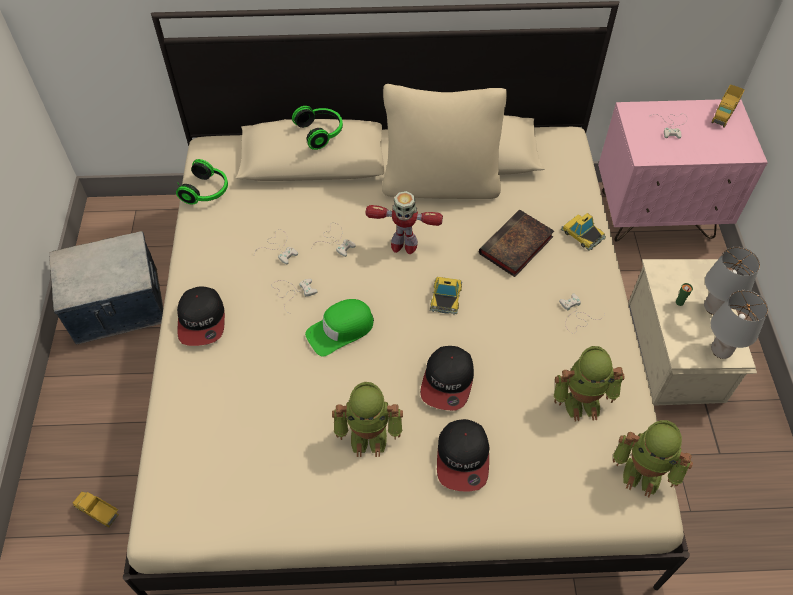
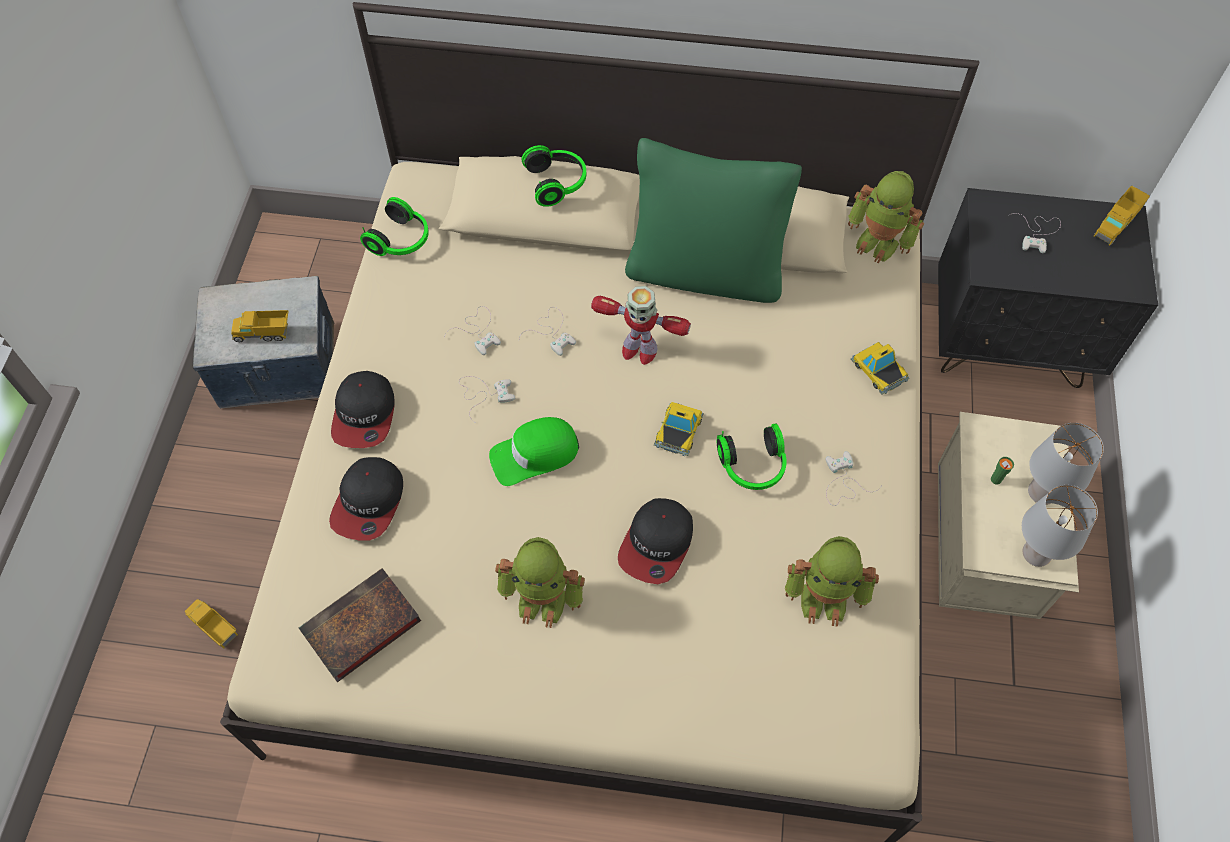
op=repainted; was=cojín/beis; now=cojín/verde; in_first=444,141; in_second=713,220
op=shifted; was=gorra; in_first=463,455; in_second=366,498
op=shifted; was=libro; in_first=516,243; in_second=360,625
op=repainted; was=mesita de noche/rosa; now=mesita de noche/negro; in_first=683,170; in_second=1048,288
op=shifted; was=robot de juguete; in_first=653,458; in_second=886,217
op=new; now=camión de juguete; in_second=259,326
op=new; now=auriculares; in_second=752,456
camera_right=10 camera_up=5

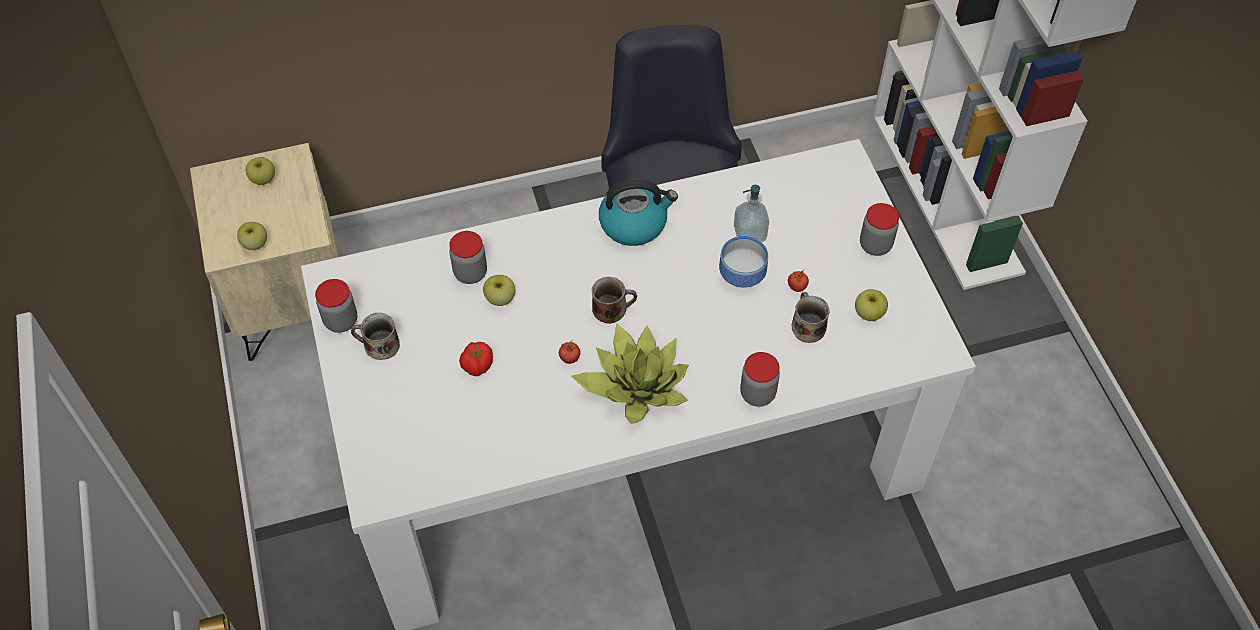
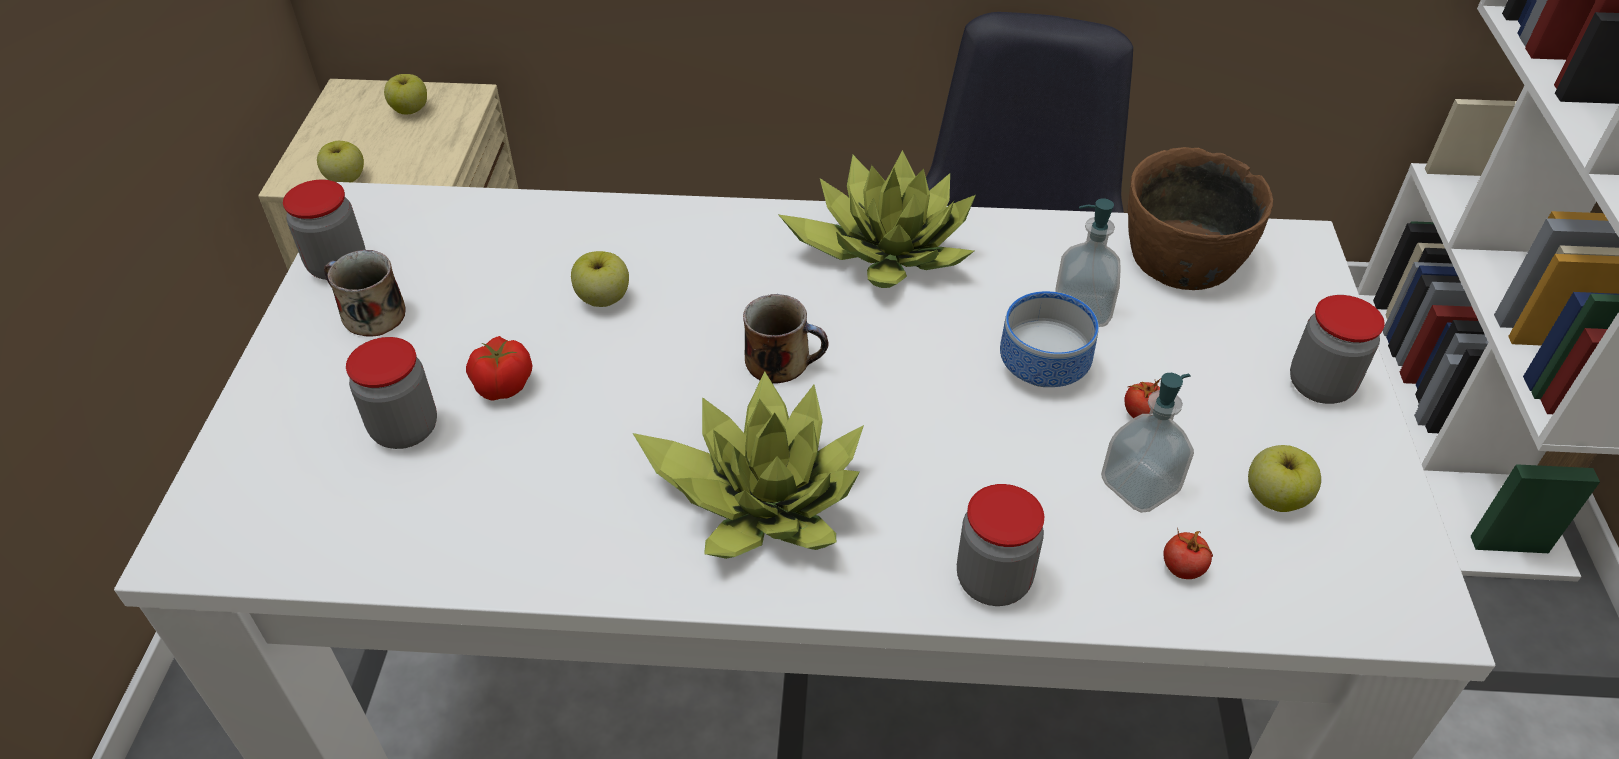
op=shifted; was=tarro; in_first=468,257; in_second=391,393
op=shifted; was=tomate; in_first=569,352; in_second=1188,553
op=swapped; was=hervidor; now=planta en maceta; in_first=638,212; in_second=877,219
op=swapped; was=taza grande; now=dispensador de jabón; in_first=811,317; in_second=1147,443
op=new; now=cuenco/marrón; in_second=1200,218
camera_right=20 camera_up=-10

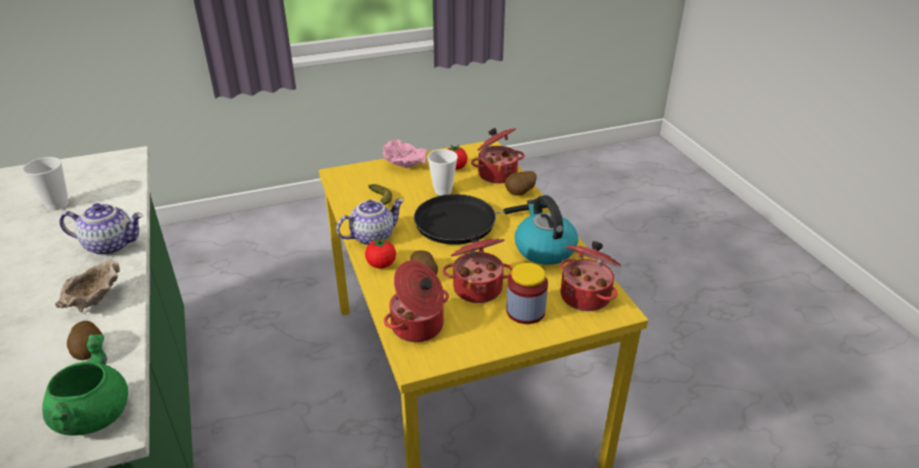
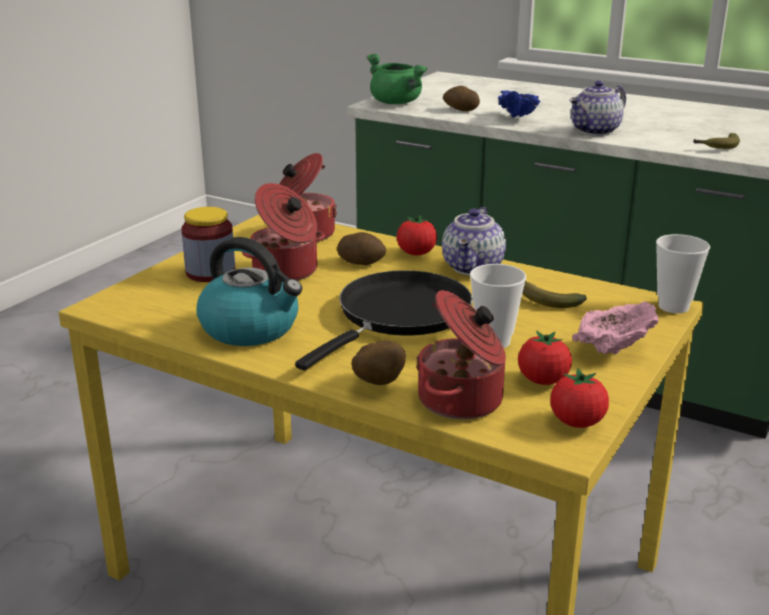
op=shifted; was=taza; in_first=46,184; in_second=683,273
op=repainted; was=cuenco/beis; now=cuenco/azul; in_first=87,285; in_second=519,104
op=gone; was=olla; in_first=590,276
op=new; now=tomate; in_second=579,398
op=new; now=plátano; in_second=716,141
camera_right=140 camera_up=-10

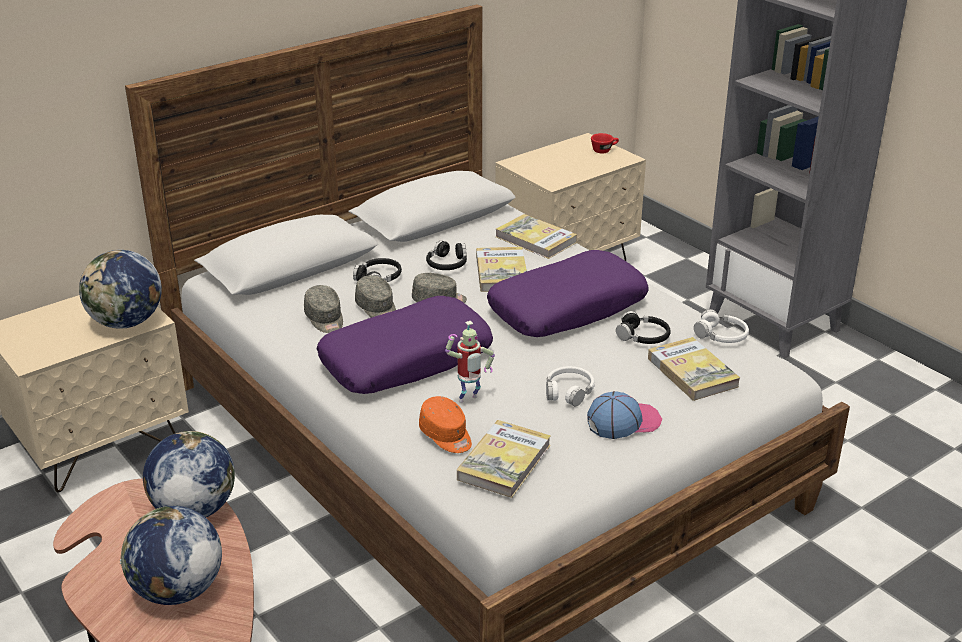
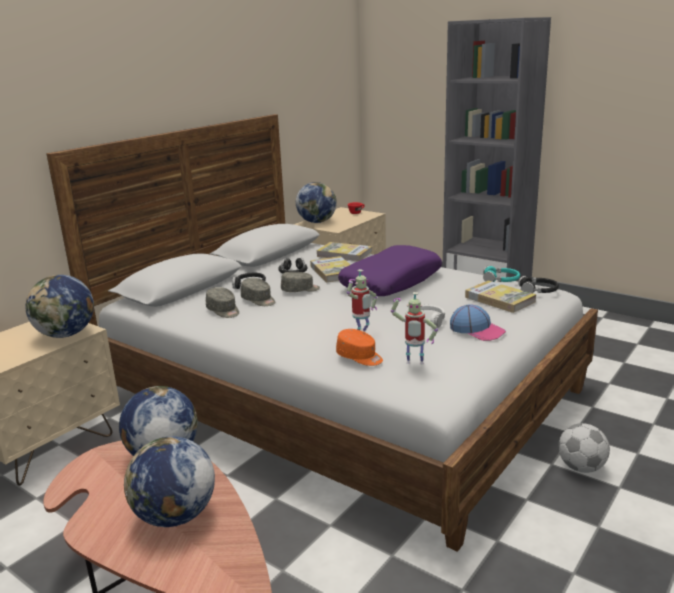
op=gone; was=cojín/morado; in_first=405,345
op=swapped; was=libro; now=robot de juguete; in_first=504,459; in_second=414,328
op=rotated; was=gorra; in_first=624,415; in_second=478,322; clockwise=75
op=shifted; was=auriculares/negro; in_first=643,327; in_second=538,284
op=repainted; was=auriculares/blanco; now=auriculares/turquesa; in_first=721,326; in_second=501,273
op=new; now=globo terráqueo; in_second=316,202
op=new; now=balón de fútbol; in_second=584,448
camera_right=-15 camera_up=-10

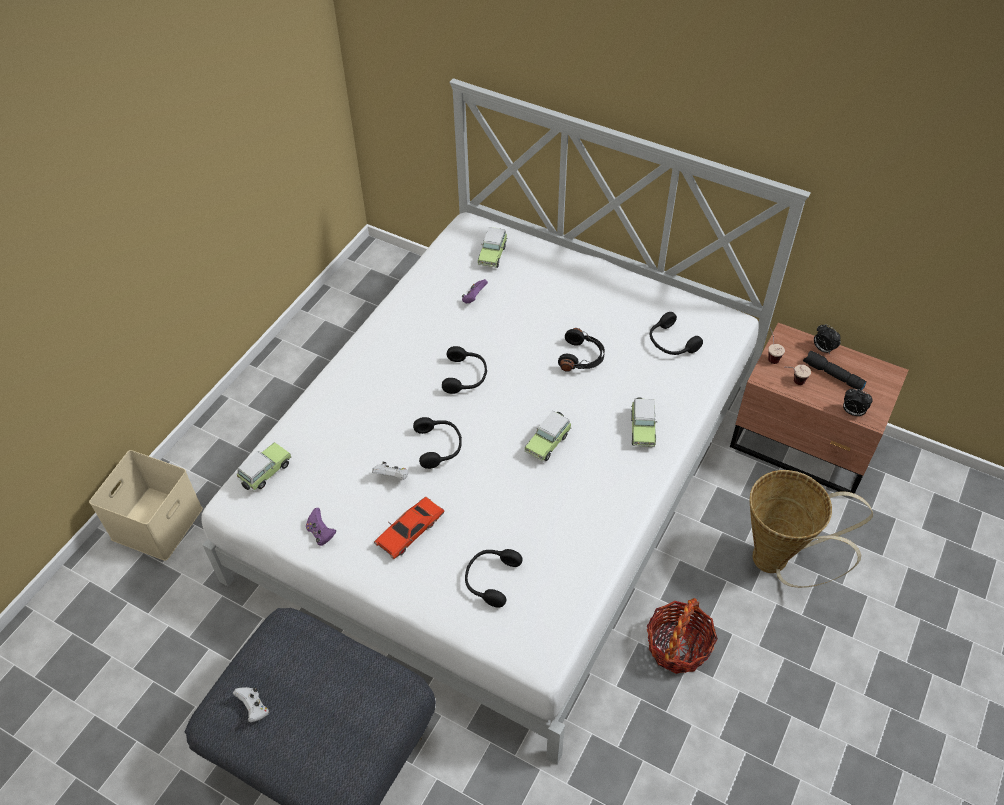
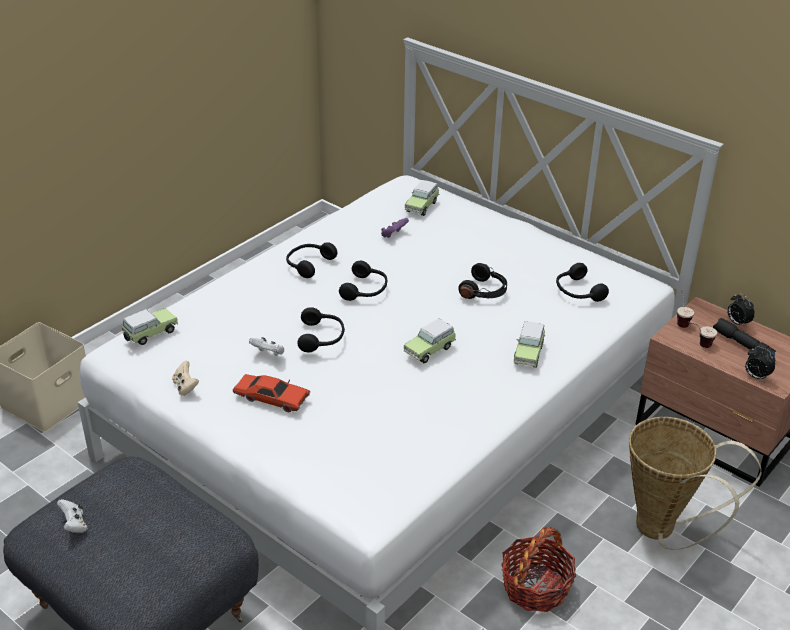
op=repainted; was=mando de consola/morado; now=mando de consola/beis; in_first=321,527; in_second=185,378
op=rotated; was=coche de juguete/rojo; in_first=409,527; in_second=271,393; clockwise=-120
op=shifted; was=auriculares/negro; in_first=493,578; in_second=311,260
camera_right=10 camera_up=-15

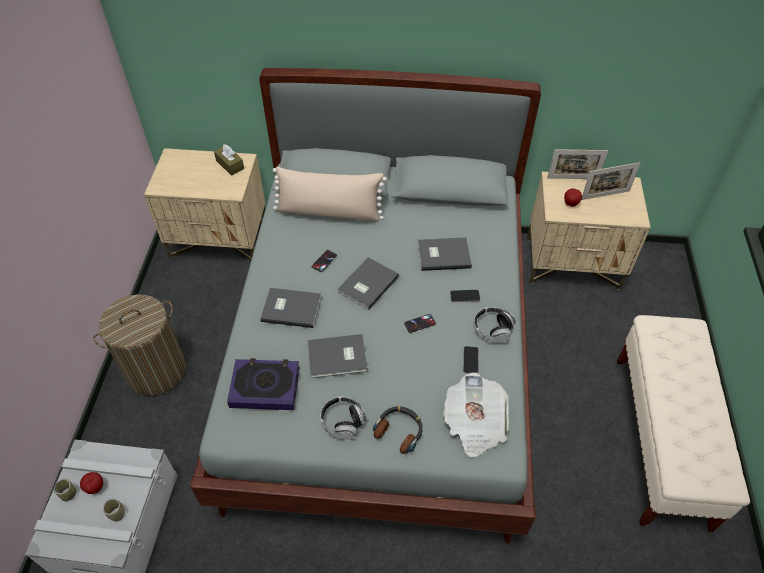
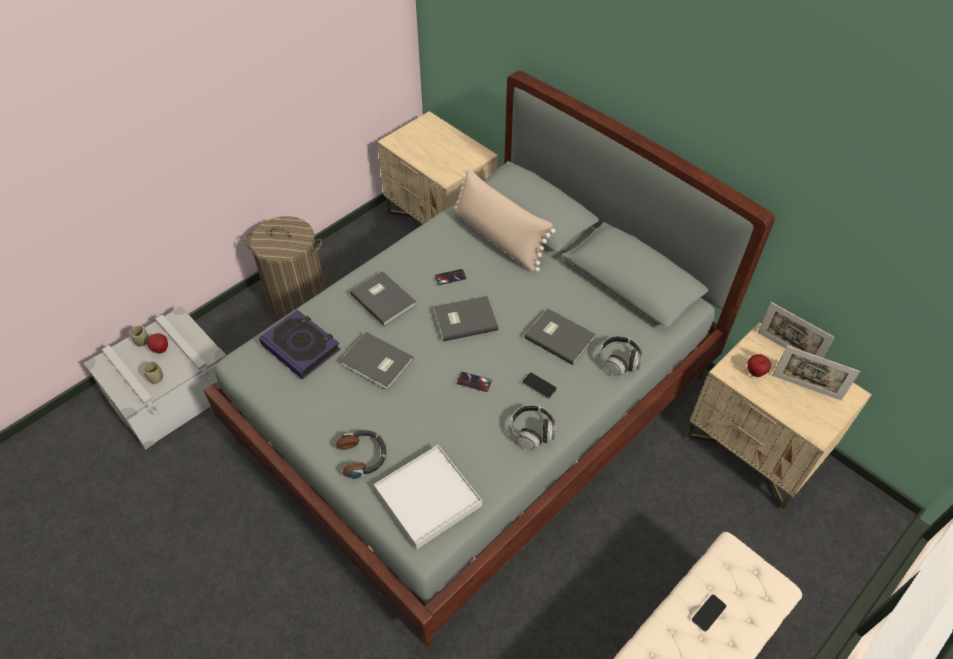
op=gone; was=caja de pañuelos/marrón; in_first=229,160
op=shifted; was=auriculares; in_first=344,418; in_second=621,356
op=swapped; was=periódico; now=bandeja/blanco; in_first=476,415; in_second=428,497
op=shifted; was=móvil; in_first=471,359; in_second=709,613
camera_right=40 camera_up=0

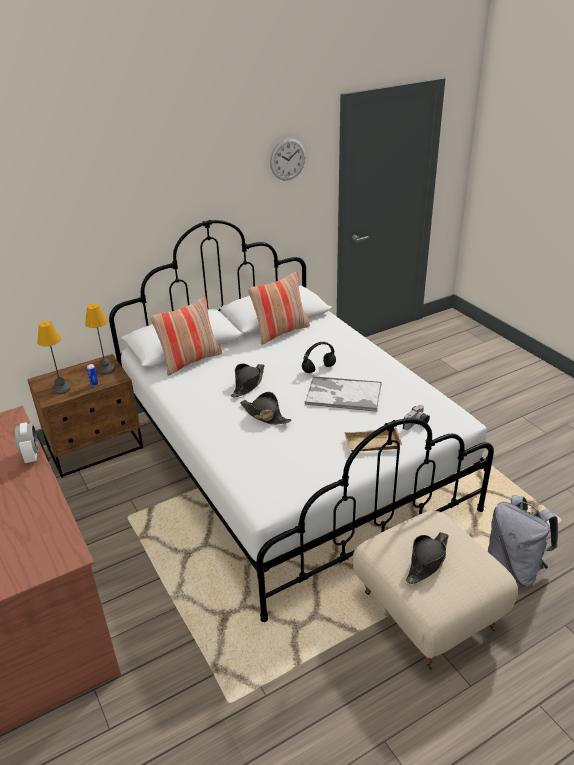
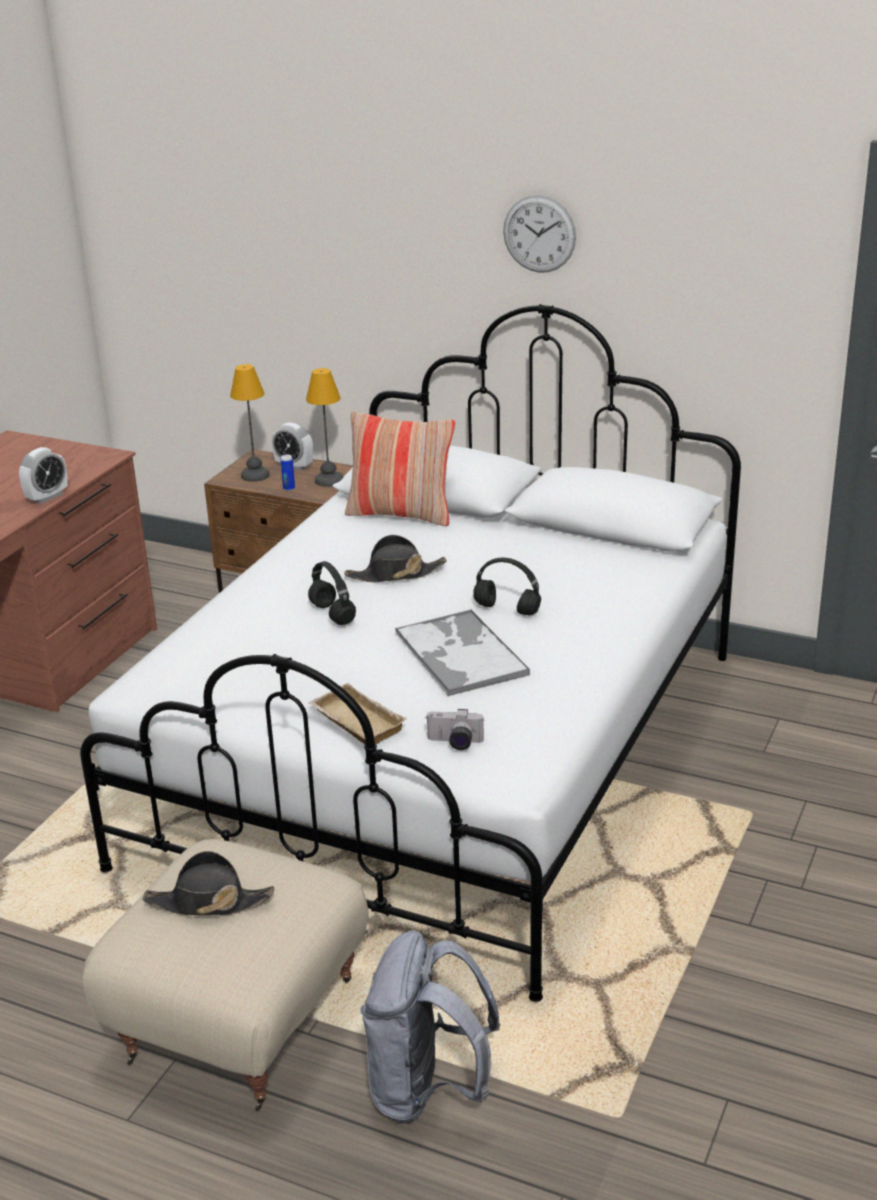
op=swapped; was=sombrero/negro; now=auriculares/negro; in_first=265,408; in_second=332,593
op=gone; was=cojín; in_first=279,308
op=shifted; was=reloj de pared; in_first=288,159; in_second=539,234
op=new; now=despertador; in_second=292,446
camera_right=55 camera_up=-5

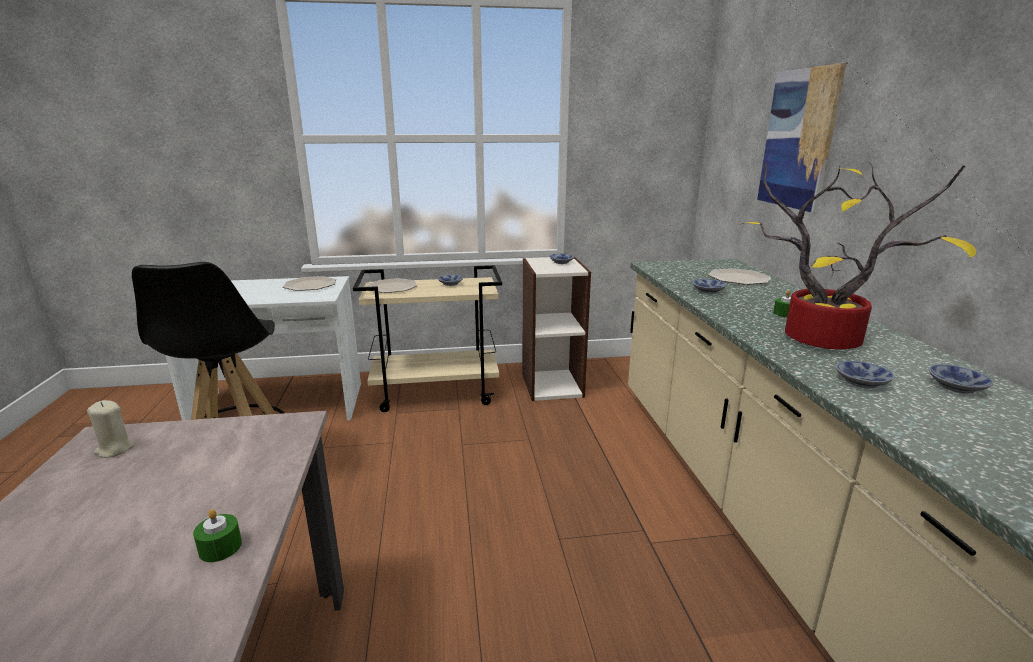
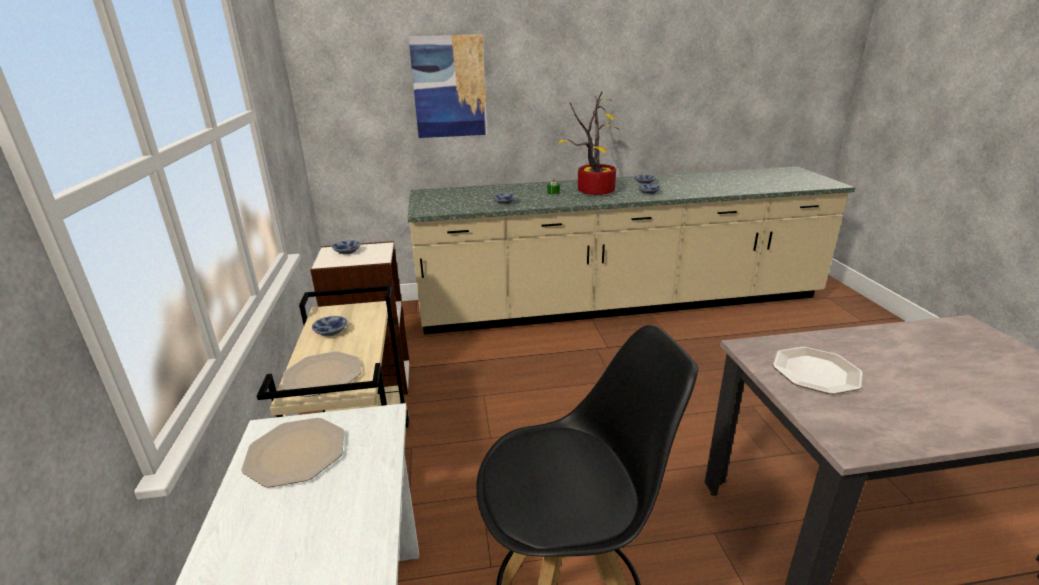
op=gone; was=vela/beis; in_first=111,429
op=gone; was=vela/verde; in_first=217,535
op=shifted; was=plato; in_first=739,276; in_second=817,370
camera_right=-90 camera_up=5

